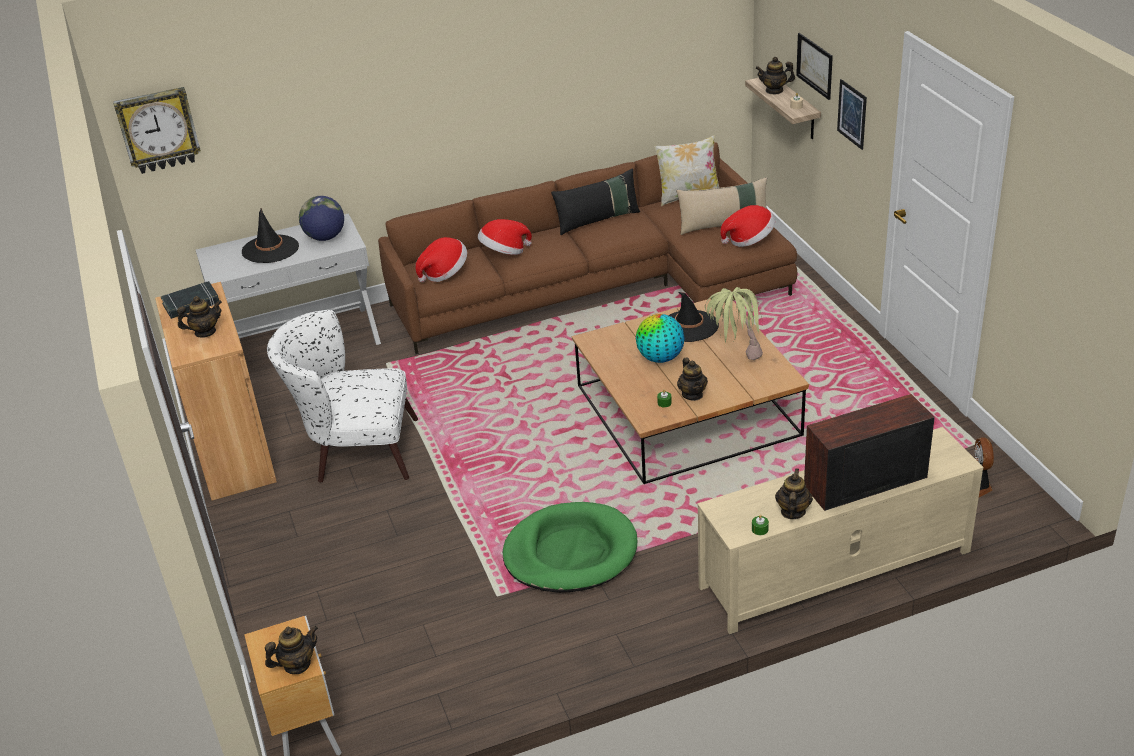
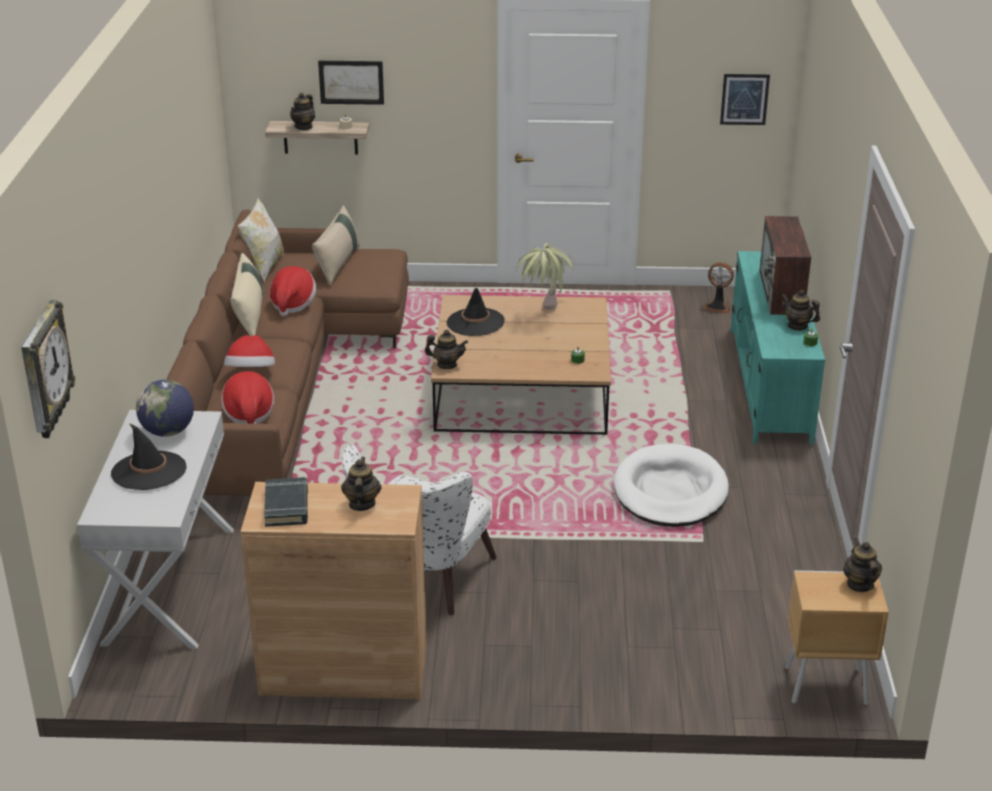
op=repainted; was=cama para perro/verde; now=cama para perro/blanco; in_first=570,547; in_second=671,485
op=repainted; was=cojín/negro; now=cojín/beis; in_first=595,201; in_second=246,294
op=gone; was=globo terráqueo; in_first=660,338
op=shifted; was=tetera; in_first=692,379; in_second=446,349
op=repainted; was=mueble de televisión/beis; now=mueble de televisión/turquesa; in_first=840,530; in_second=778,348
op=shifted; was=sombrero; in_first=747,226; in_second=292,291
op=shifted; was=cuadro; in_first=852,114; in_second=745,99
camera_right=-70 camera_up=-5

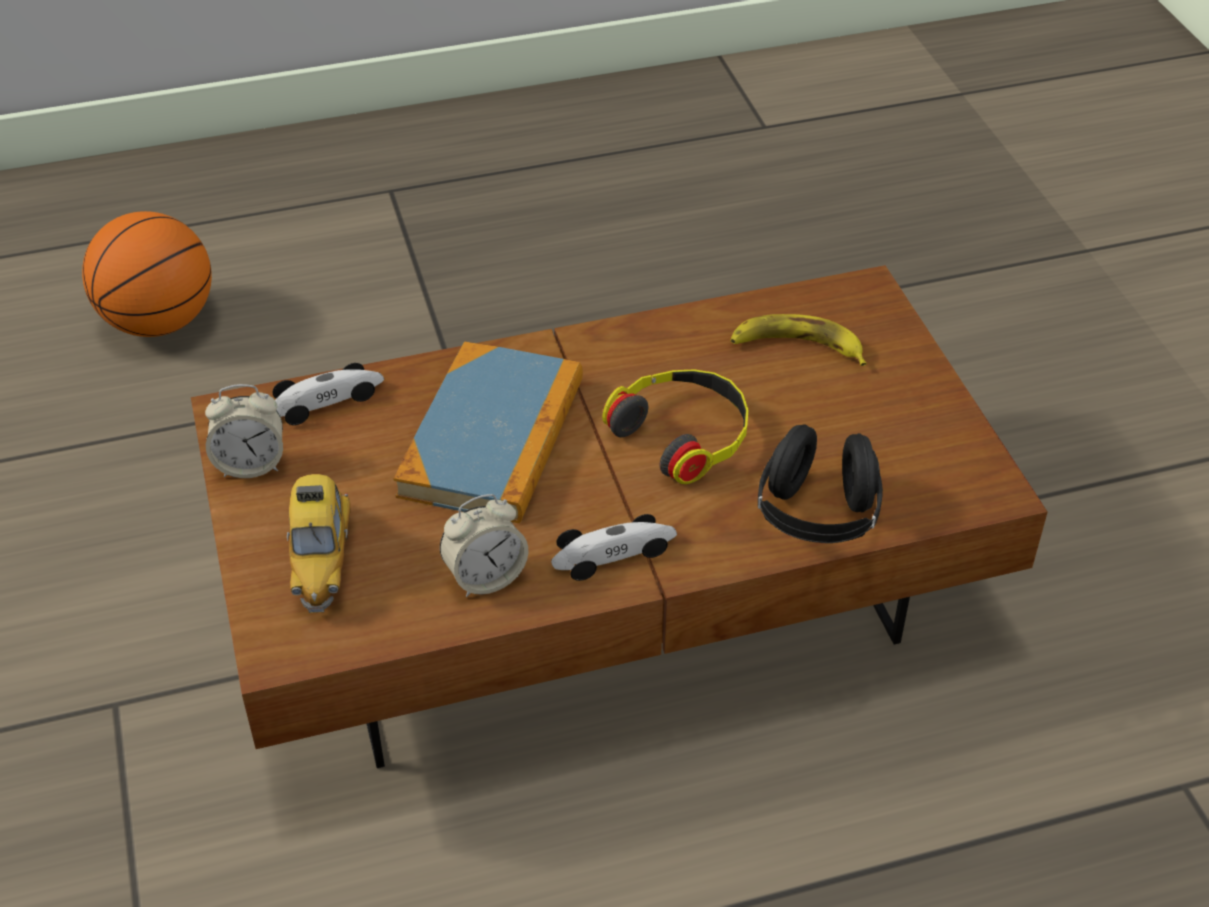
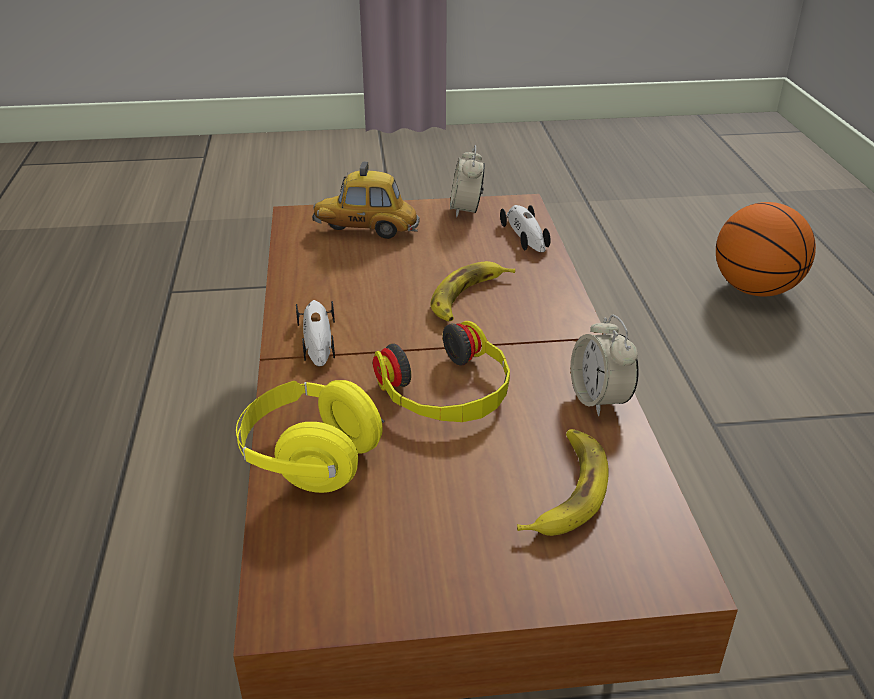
op=swapped; was=libro; now=plátano; in_first=488,432; in_second=472,291
op=shifted; was=despertador; in_first=484,545; in_second=605,365
op=repainted; was=auriculares/negro; now=auriculares/amarillo; in_first=820,483; in_second=310,436
camera_right=100 camera_up=-10

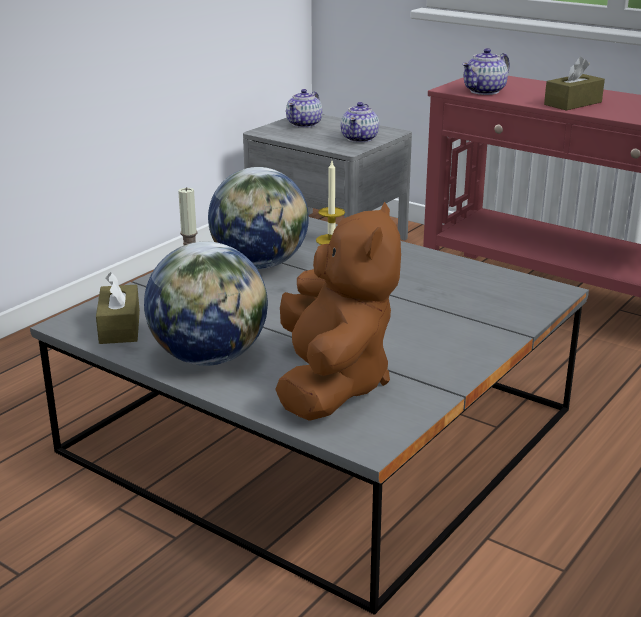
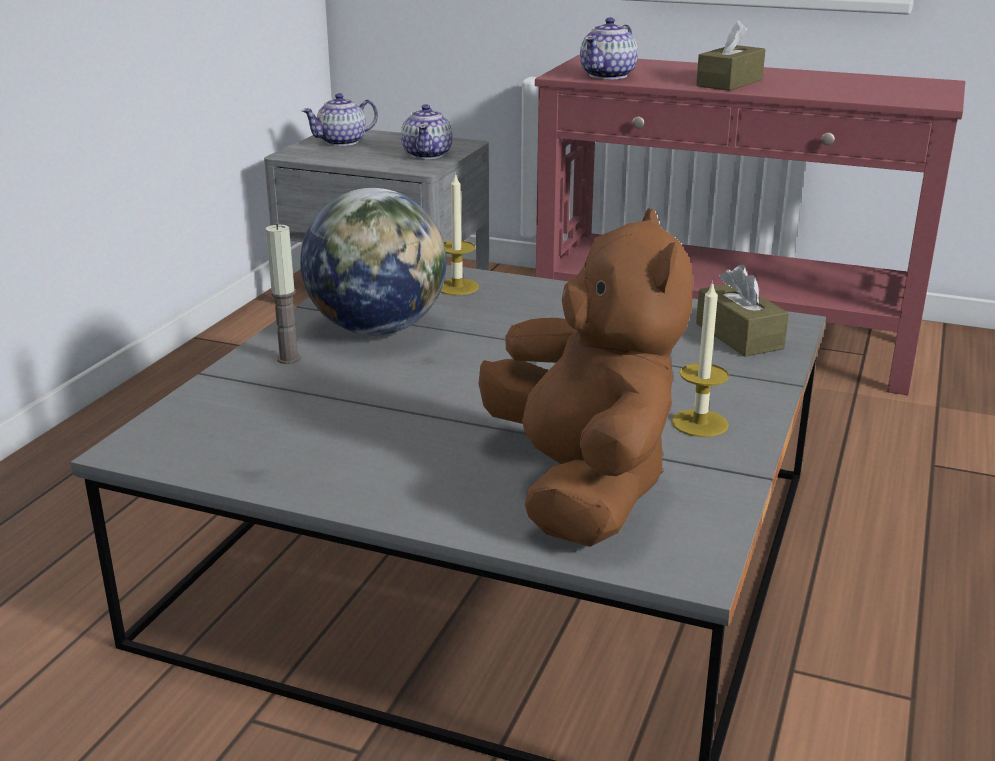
op=shifted; was=caja de pañuelos/marrón; in_first=118,308; in_second=742,311
op=gone; was=globo terráqueo; in_first=206,304
op=rotated; was=tetera; in_first=304,108; in_second=339,119; clockwise=45
op=new; now=vela; in_second=700,359
camera_right=-15 camera_up=0

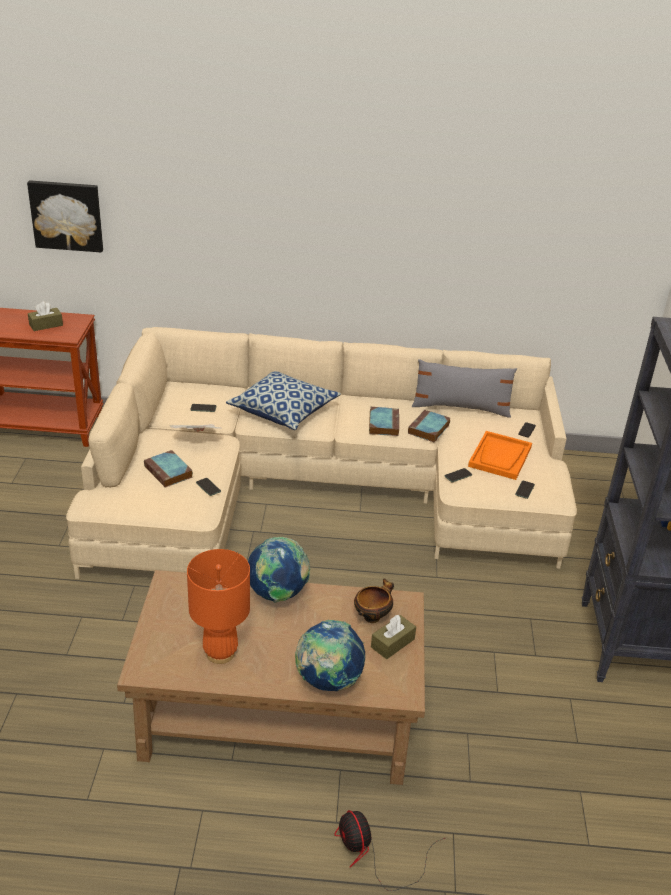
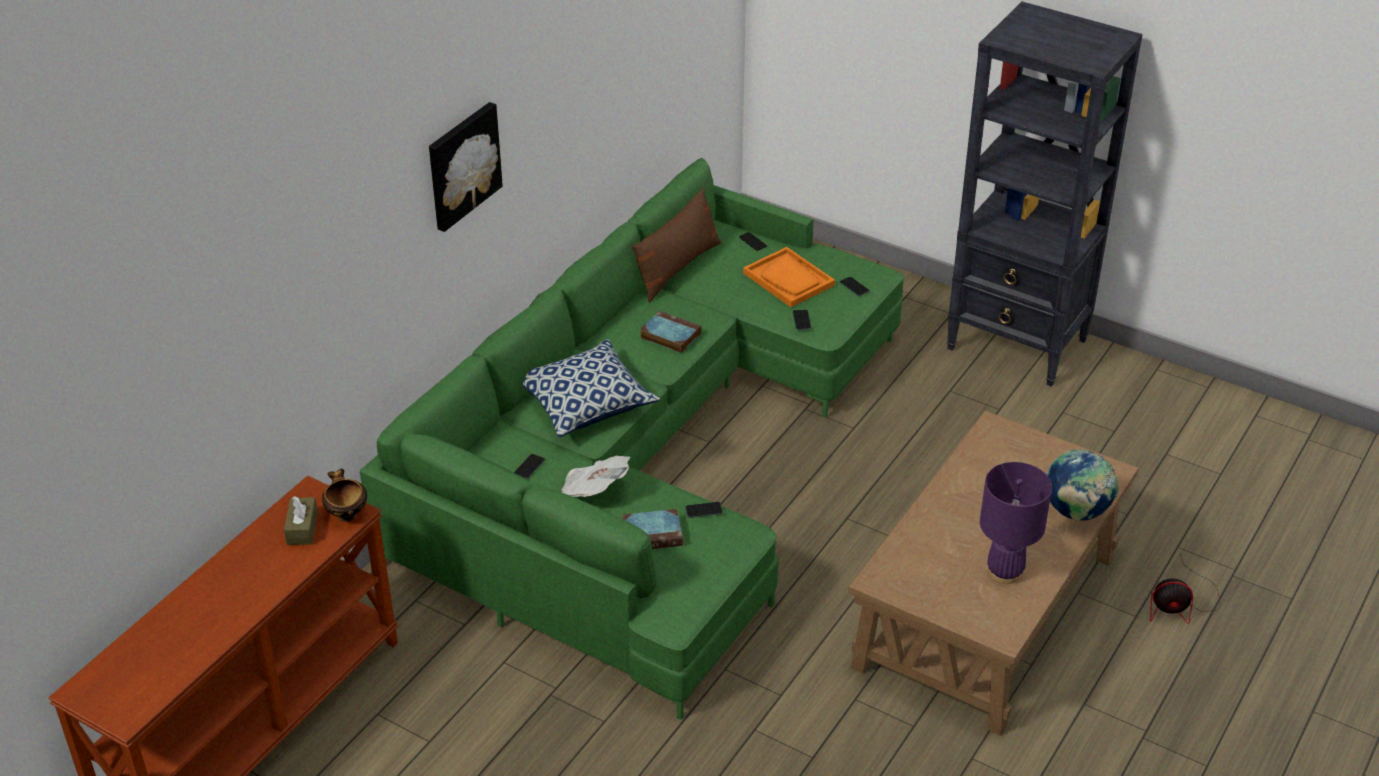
op=shifted; was=cuadro; in_first=65,216; in_second=466,167
op=repainted; was=sofá/beis; now=sofá/verde; in_first=321,453; in_second=632,439
op=repainted; was=lámpara de mesa/naranja; now=lámpara de mesa/morado; in_first=218,606; in_second=1016,523
op=gone; was=globo terráqueo; in_first=279,570
op=shifted; was=cuenco; in_first=374,600; in_second=344,495
op=gone; was=caja de pañuelos/marrón; in_first=393,637
op=gone; was=libro; in_first=429,426
op=repainted; was=cojín/gris; now=cojín/marrón; in_first=464,388; in_second=676,245
camera_right=-60 camera_up=5

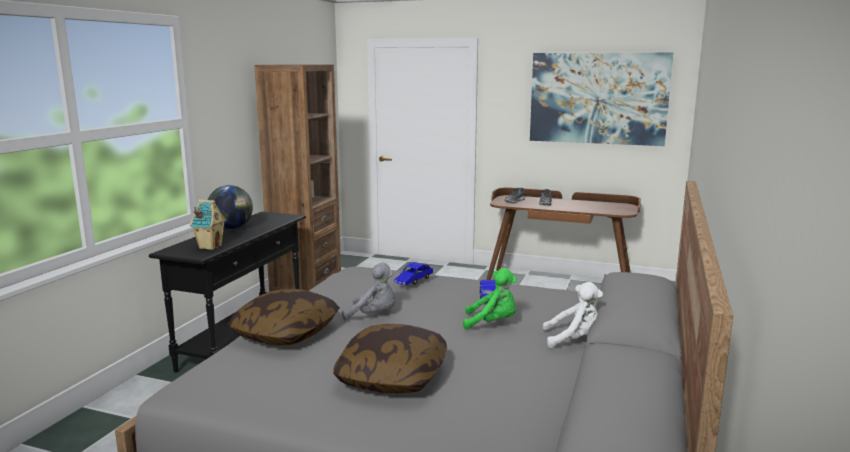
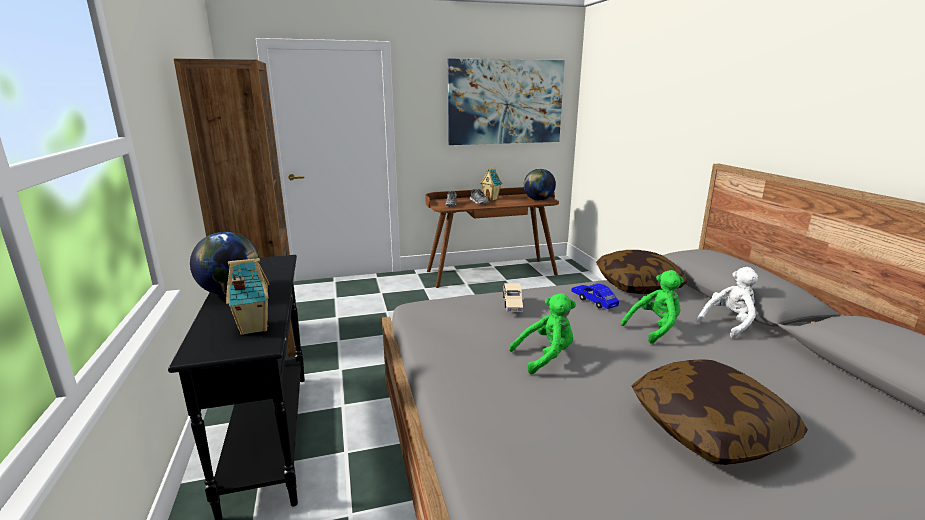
op=shifted; was=cojín; in_first=284,317; in_second=642,272
op=repainted; was=peluche/gris; now=peluche/verde; in_first=368,291; in_second=542,333
op=repainted; was=coche de juguete/azul; now=coche de juguete/beis; in_first=414,274; in_second=513,297
op=new; now=casita; in_second=491,184
op=new; now=globo terráqueo; in_second=540,185
camera_right=-35 camera_up=5

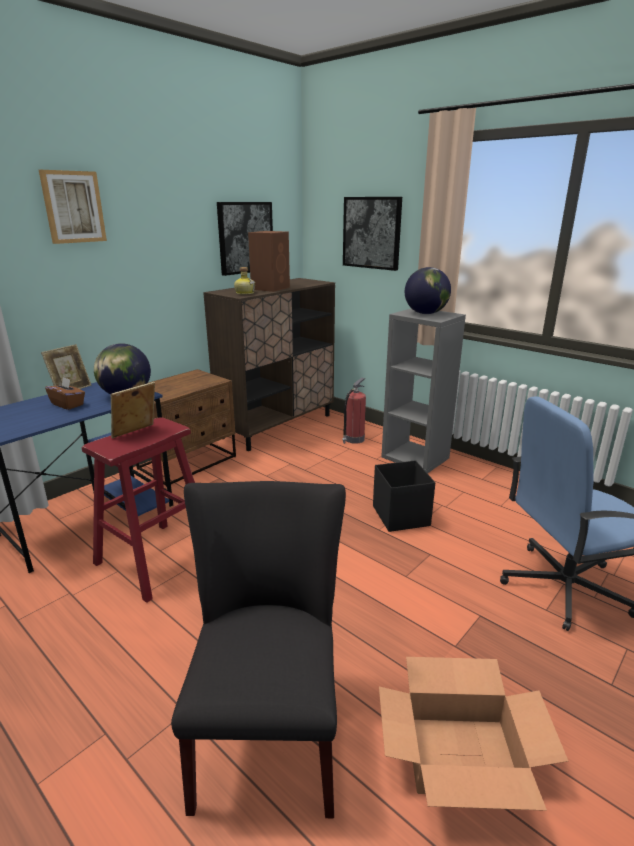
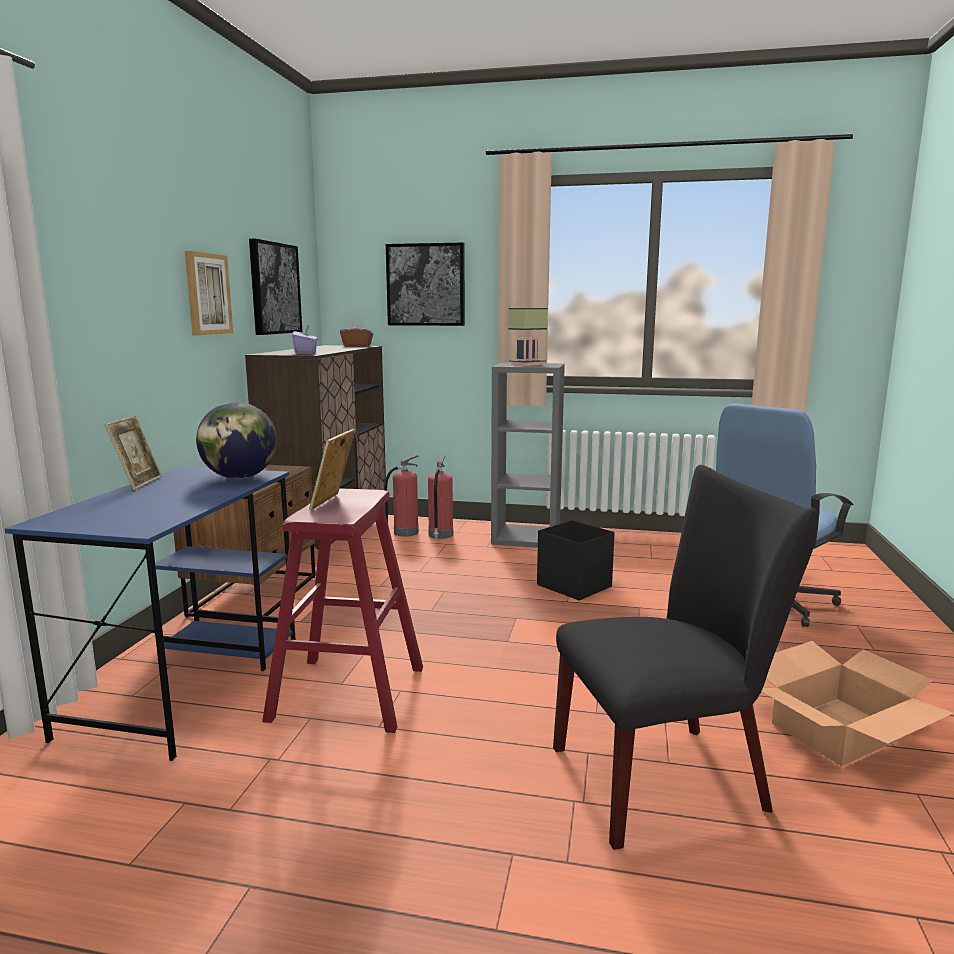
op=shifted; was=cuadro; in_first=73,207; in_second=209,293
op=shifted; was=caja de pañuelos/marrón; in_first=65,393; in_second=356,334
op=rotated; was=silla/negro; in_first=258,649; in_second=685,657; clockwise=105
op=swapped; was=botella; now=caja de pañuelos/morado; in_first=244,281; in_second=305,339
op=gone; was=altavoz/marrón; in_first=269,261
op=swapped; was=globo terráqueo; now=lámpara de mesa; in_first=428,290; in_second=527,337
op=new; now=extintor; in_second=401,496
camera_right=-30 camera_up=-10

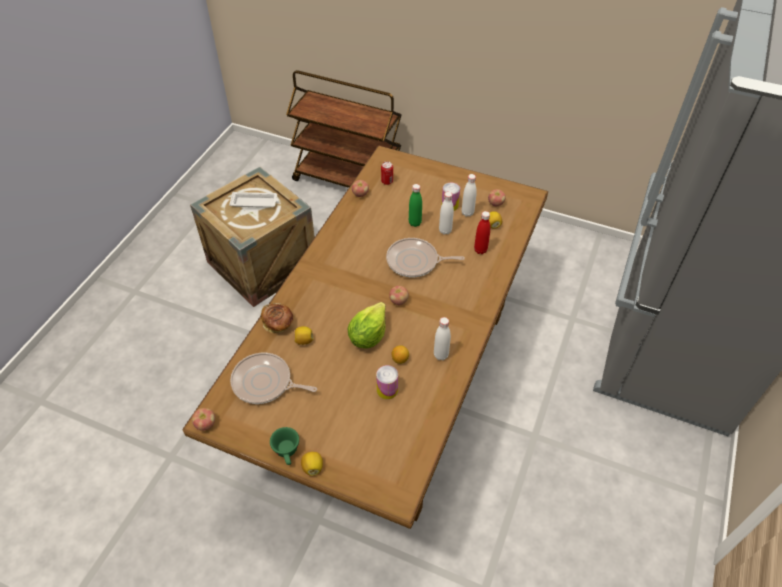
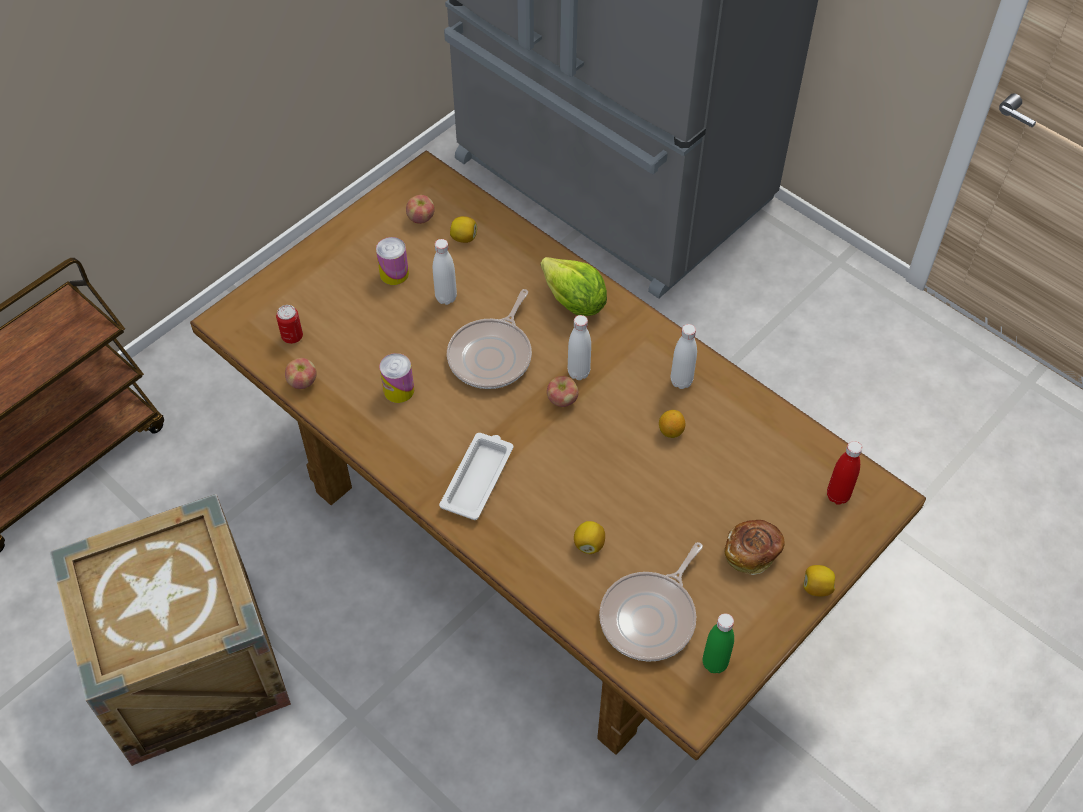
op=gone; was=manzana; in_first=203,419
op=shifted; was=bandeja/blanco; in_first=254,200; in_second=476,476
op=shifted; was=pan; in_first=277,318; in_second=755,547
op=gone; was=taza/verde; in_first=284,446
op=shifted; was=lechuga; in_first=367,325; in_second=574,286
op=shifted; was=lata; in_first=387,382; in_second=396,378
op=shifted; was=botella/verde; in_first=415,205; in_second=718,643
op=shifted; was=botella/blanco; in_first=469,195; in_second=579,347
op=shifted; was=botella/rojo; in_first=482,232; in_second=844,473
camera_right=-70 camera_up=5

